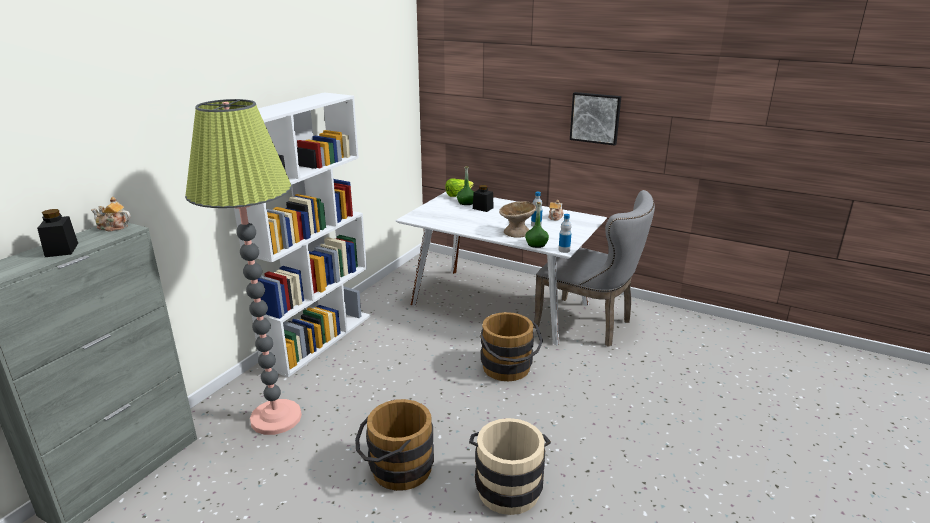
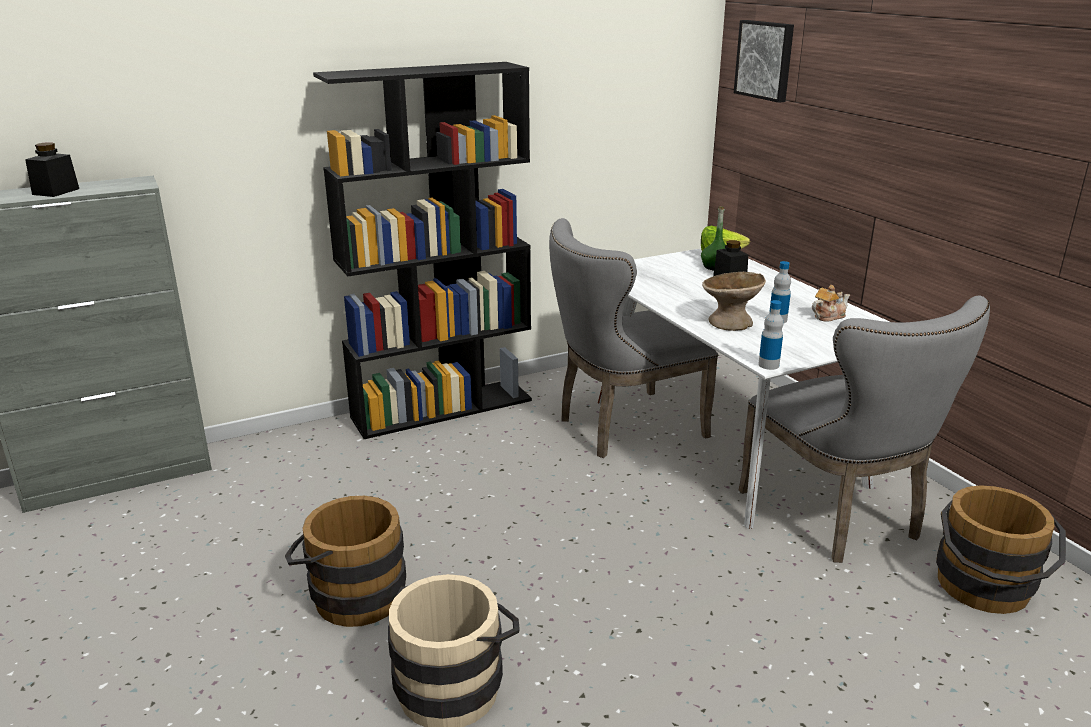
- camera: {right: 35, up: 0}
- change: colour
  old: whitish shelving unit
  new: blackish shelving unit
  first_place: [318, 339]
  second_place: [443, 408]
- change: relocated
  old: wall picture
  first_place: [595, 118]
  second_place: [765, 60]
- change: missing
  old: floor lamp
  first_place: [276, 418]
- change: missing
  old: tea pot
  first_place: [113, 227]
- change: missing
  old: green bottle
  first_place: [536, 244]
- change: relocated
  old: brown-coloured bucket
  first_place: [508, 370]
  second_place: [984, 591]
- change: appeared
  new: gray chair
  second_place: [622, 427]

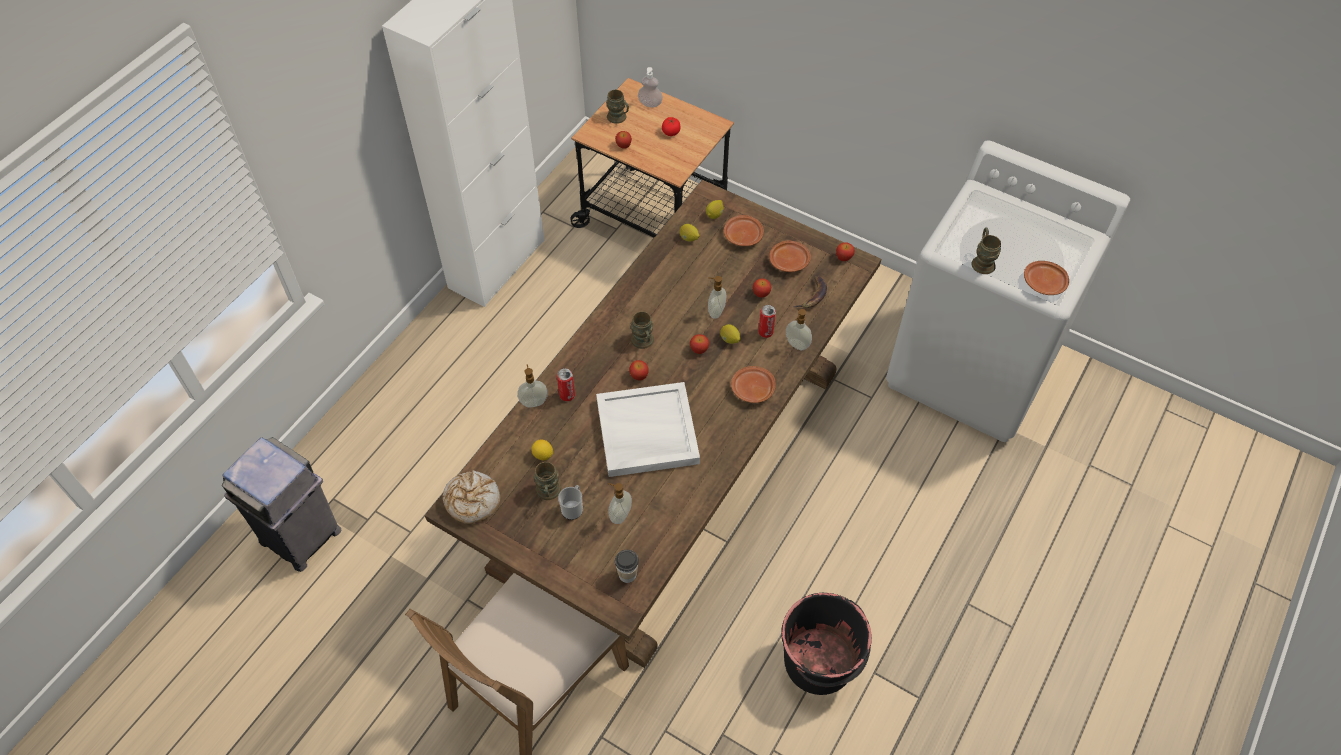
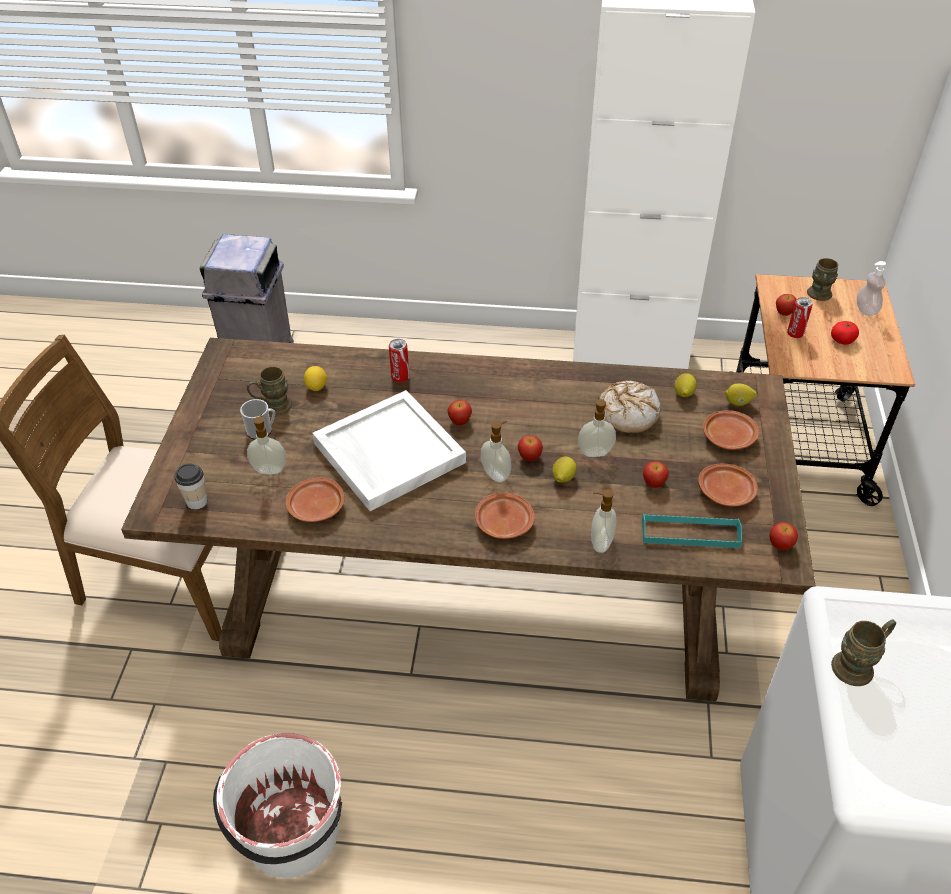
- camera: {right: 65, up: -10}
- change: relocated
  old: brown-coloured dinner plate
  first_place: [1044, 283]
  second_place: [316, 508]
- change: exchanged
  old: whole banana
  new: turquoise serving tray
  first_place: [813, 296]
  second_place: [690, 533]
- change: relocated
  old: sealed can
  first_place: [765, 332]
  second_place: [795, 334]
- change: missing
  old: brown-coloured mug
  first_place: [643, 343]
- change: relocated
  old: soap bottle
  first_place: [534, 402]
  second_place: [496, 474]
- change: relocated
  old: bread
  first_place: [472, 501]
  second_place: [627, 413]
- change: colour
  old: blackish bucket
  new: whitish bucket
  first_place: [820, 662]
  second_place: [292, 834]

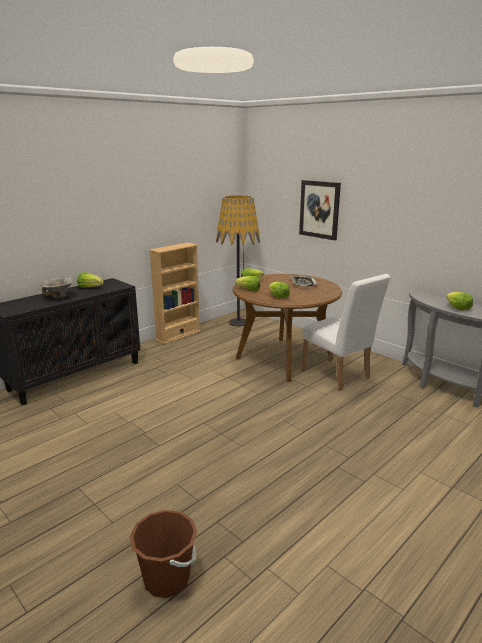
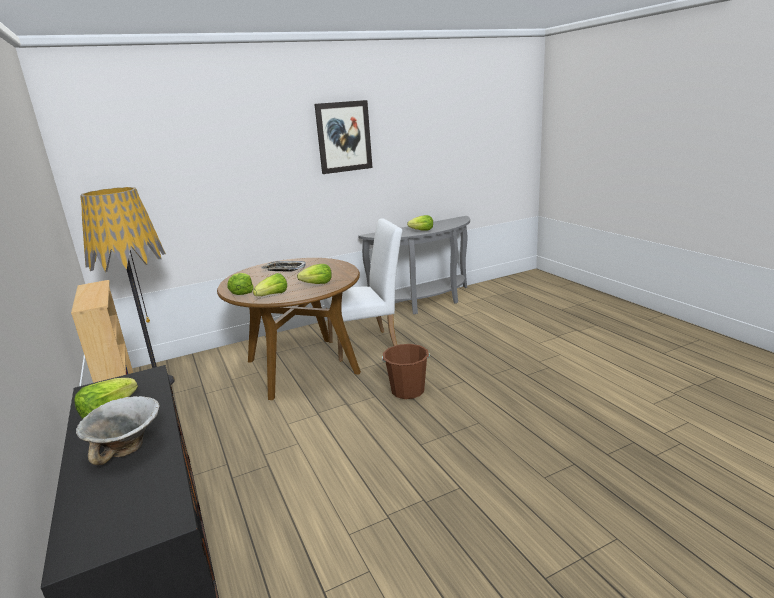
- camera: {right: -70, up: 0}
- change: relocated
  old: wall picture
  first_place: [319, 209]
  second_place: [344, 137]
- change: relocated
  old: brown-coloured bucket
  first_place: [167, 578]
  second_place: [407, 391]

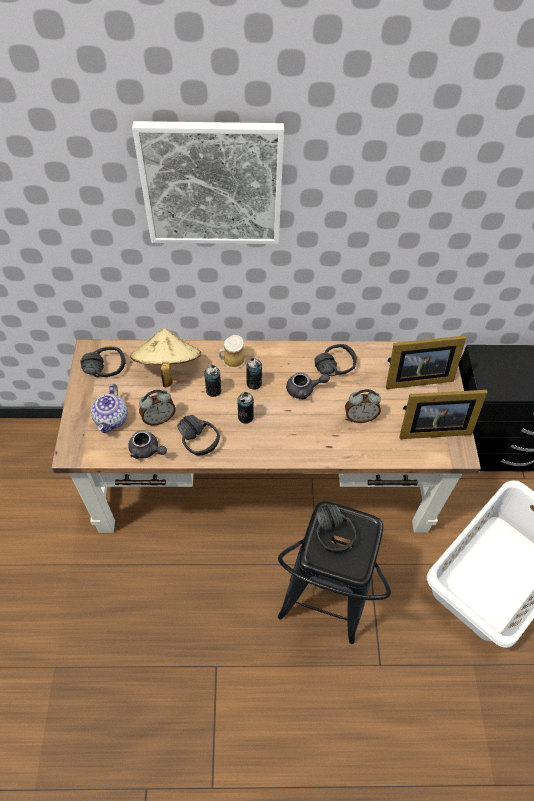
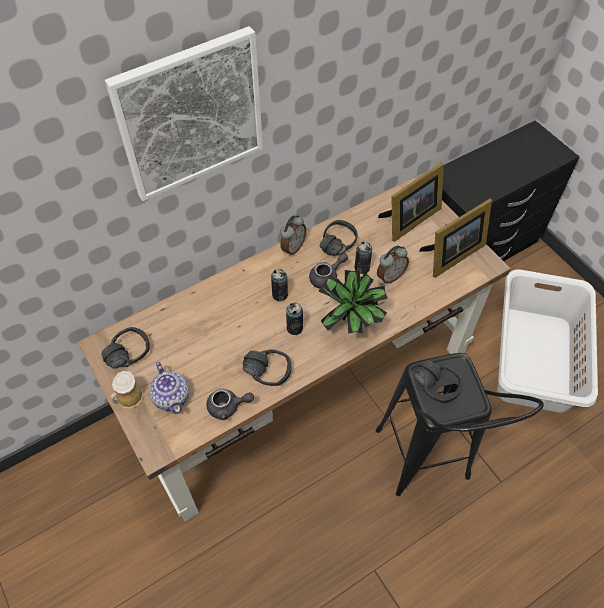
- camera: {right: -30, up: 0}
- change: missing
  old: beige-coloured wearable hat
  first_place: [167, 368]
- change: relocated
  old: mug
  first_place: [232, 360]
  second_place: [128, 398]
- change: relocated
  old: sealed can
  first_place: [213, 390]
  second_place: [362, 268]
- change: relocated
  old: table clock
  first_place: [159, 418]
  second_place: [292, 247]
- change: appeared
  new: potted plant
  second_place: [351, 325]

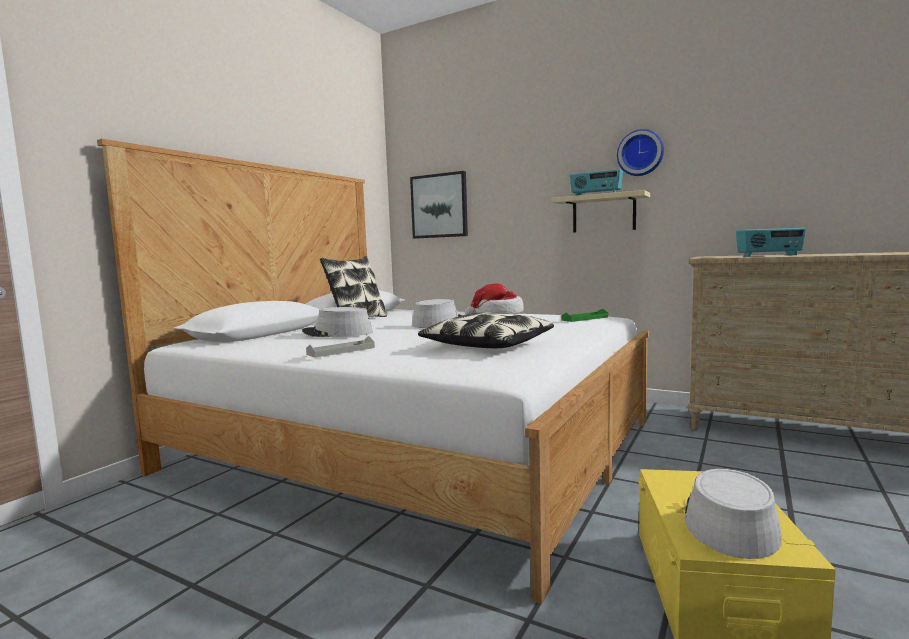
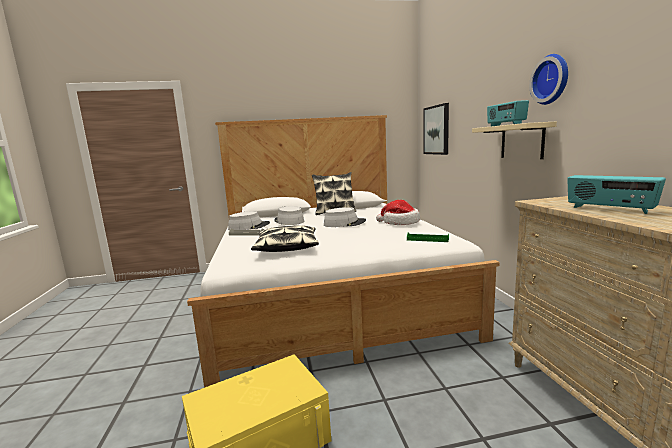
- camera: {right: 50, up: 5}
- change: relocated
  old: gray wearable hat
  first_place: [729, 522]
  second_place: [249, 226]

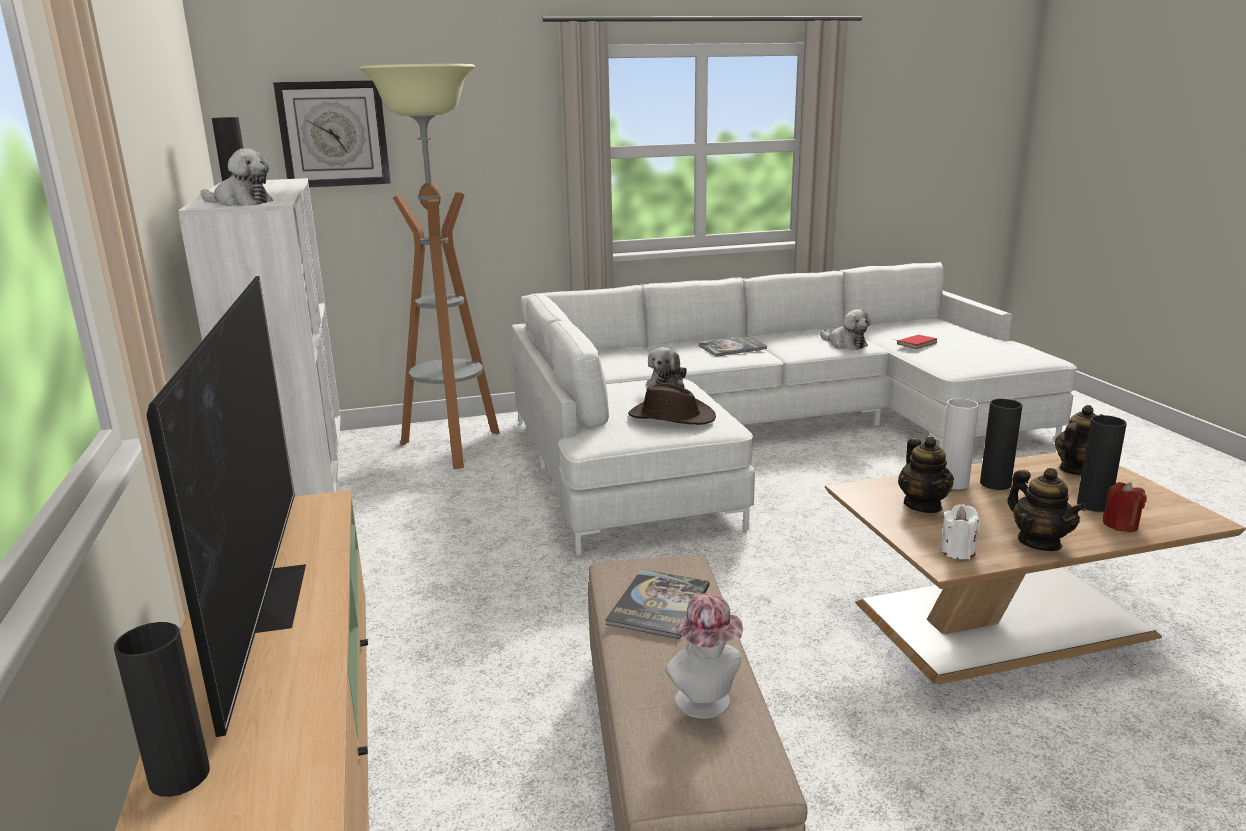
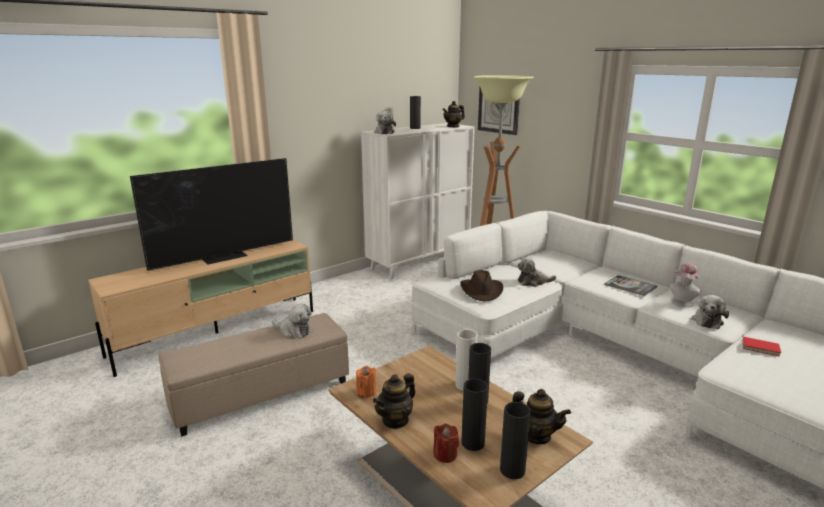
- camera: {right: 65, up: 0}
- change: relocated
  old: tea pot
  first_place: [923, 505]
  second_place: [453, 126]
- change: colour
  old: whitish wax light
  new: orange-coloured wax light
  first_place: [957, 551]
  second_place: [366, 392]
- change: exchanged
  old: volume
  new: soft toy
  first_place: [659, 605]
  second_place: [293, 331]
- change: relocated
  old: wearable hat
  first_place: [707, 705]
  second_place: [682, 304]
- change: relocated
  old: blackish flower vase
  first_place: [180, 776]
  second_place: [512, 470]

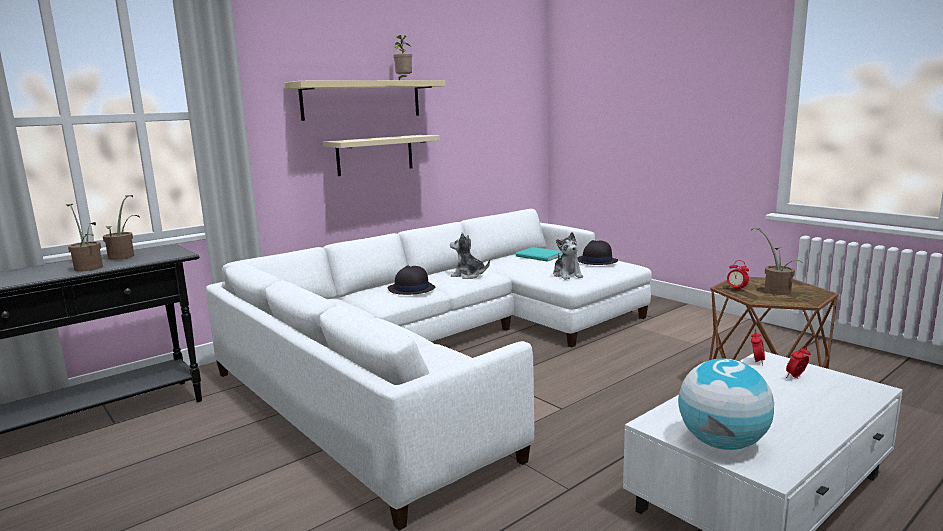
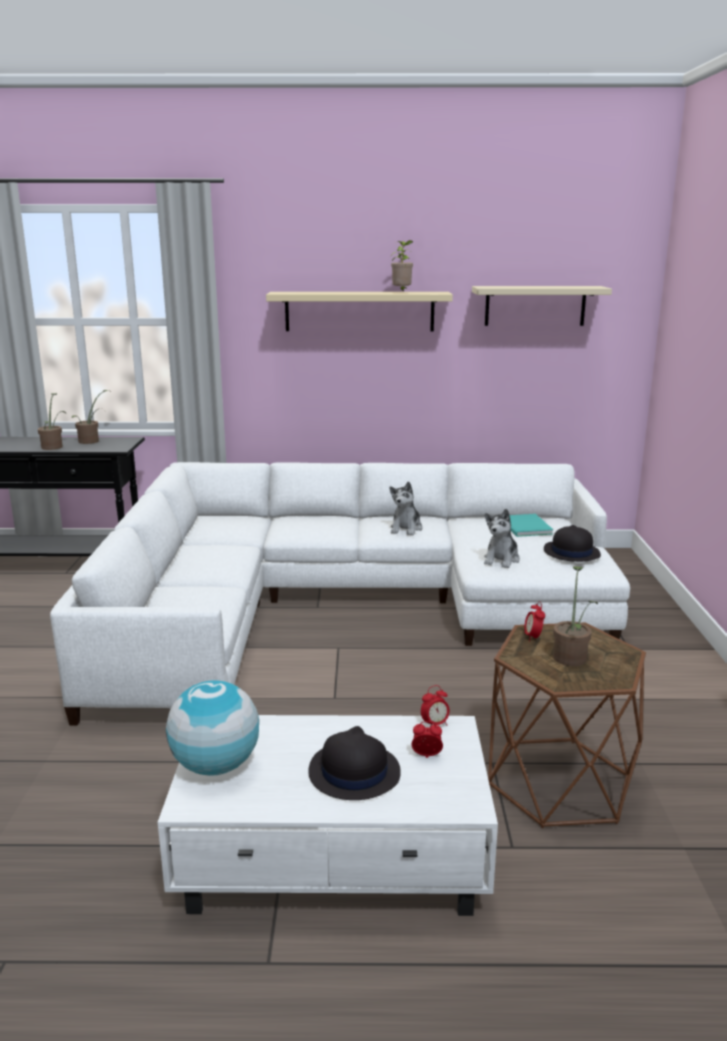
- camera: {right: 40, up: 5}
- change: relocated
  old: beige-coloured shelf
  first_place: [375, 155]
  second_place: [535, 305]
- change: spun
  old: soft toy
  first_place: [468, 275]
  second_place: [406, 528]
  degrees: -135
- change: relocated
  old: blackish wearable hat
  first_place: [411, 289]
  second_place: [353, 772]

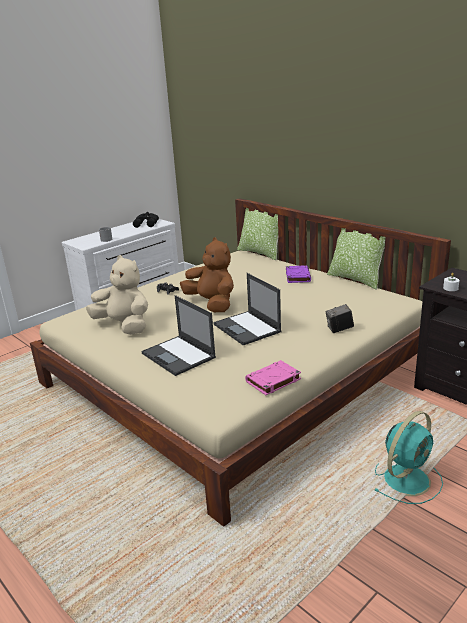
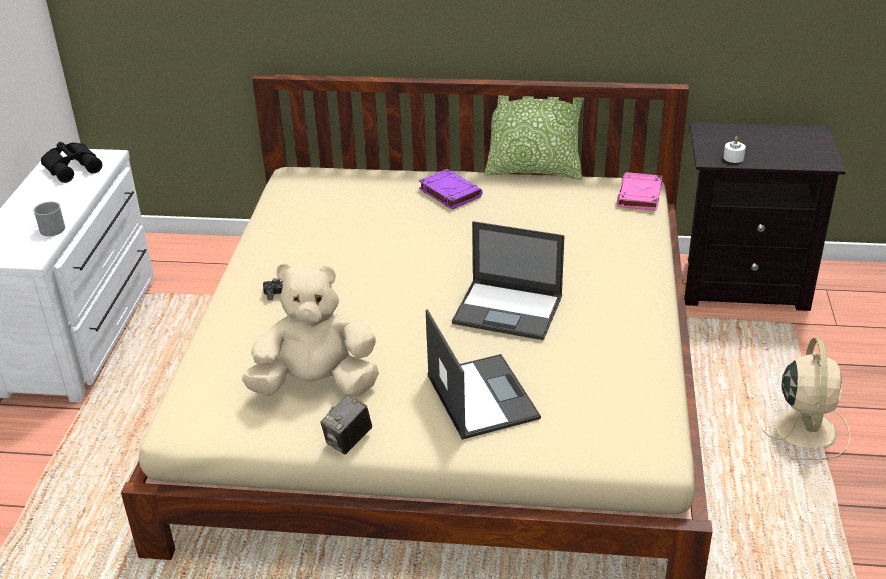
- camera: {right: -40, up: 10}
- change: missing
  old: pillow
  first_place: [261, 253]
- change: missing
  old: brown-coloured soft toy
  first_place: [212, 304]
- change: spun
  old: portable computer
  first_place: [179, 355]
  second_place: [481, 396]
  degrees: -120
- change: relocated
  old: photo camera
  first_place: [339, 329]
  second_place: [348, 441]
- change: relocated
  old: pink volume
  first_place: [273, 381]
  second_place: [639, 196]
- change: colour
  old: turquoise electric fan
  new: beige-coloured electric fan
  first_place: [407, 478]
  second_place: [803, 427]

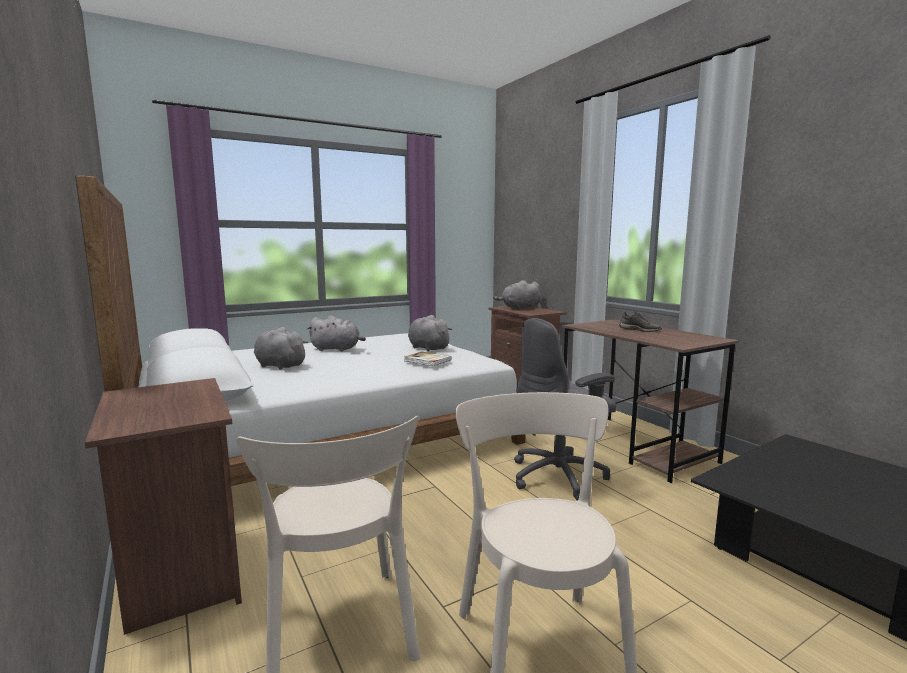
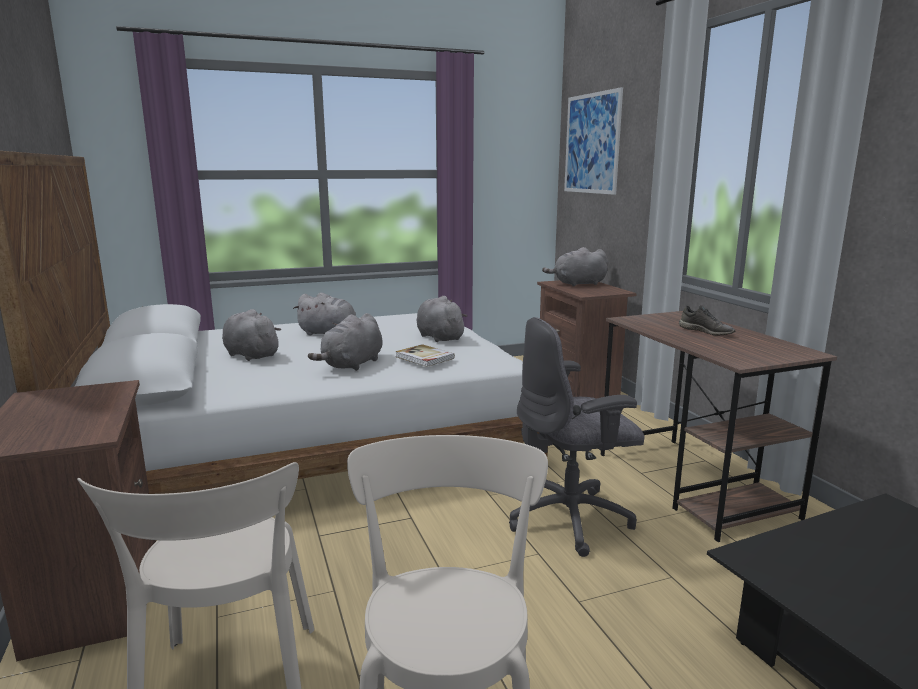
- camera: {right: 10, up: 5}
- change: appeared
  new: wall picture
  second_place: [592, 143]
- change: appeared
  new: gray soft toy
  second_place: [352, 365]

